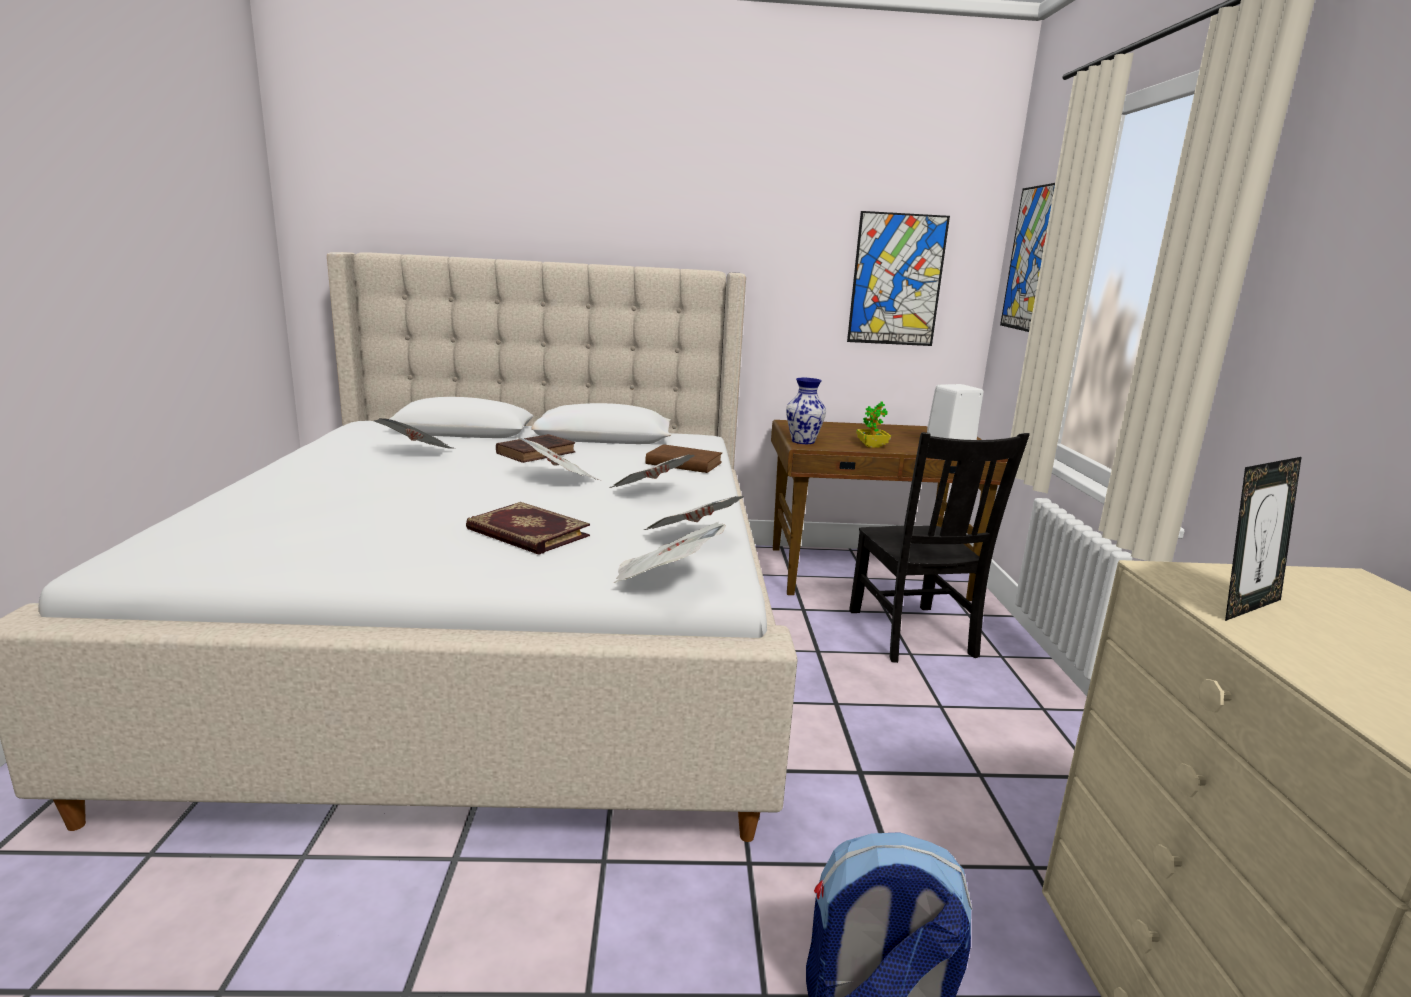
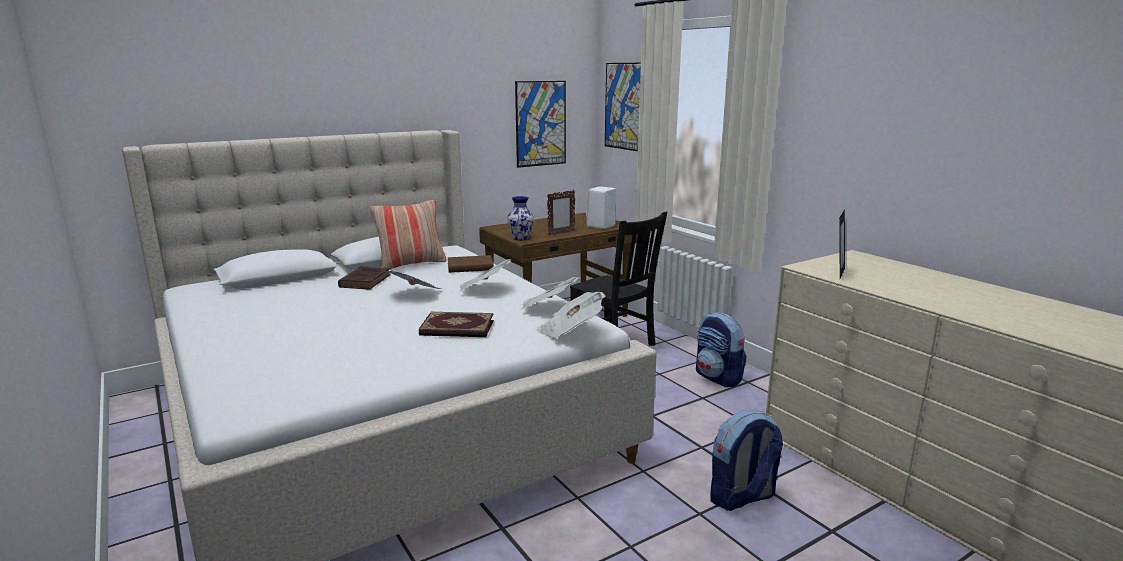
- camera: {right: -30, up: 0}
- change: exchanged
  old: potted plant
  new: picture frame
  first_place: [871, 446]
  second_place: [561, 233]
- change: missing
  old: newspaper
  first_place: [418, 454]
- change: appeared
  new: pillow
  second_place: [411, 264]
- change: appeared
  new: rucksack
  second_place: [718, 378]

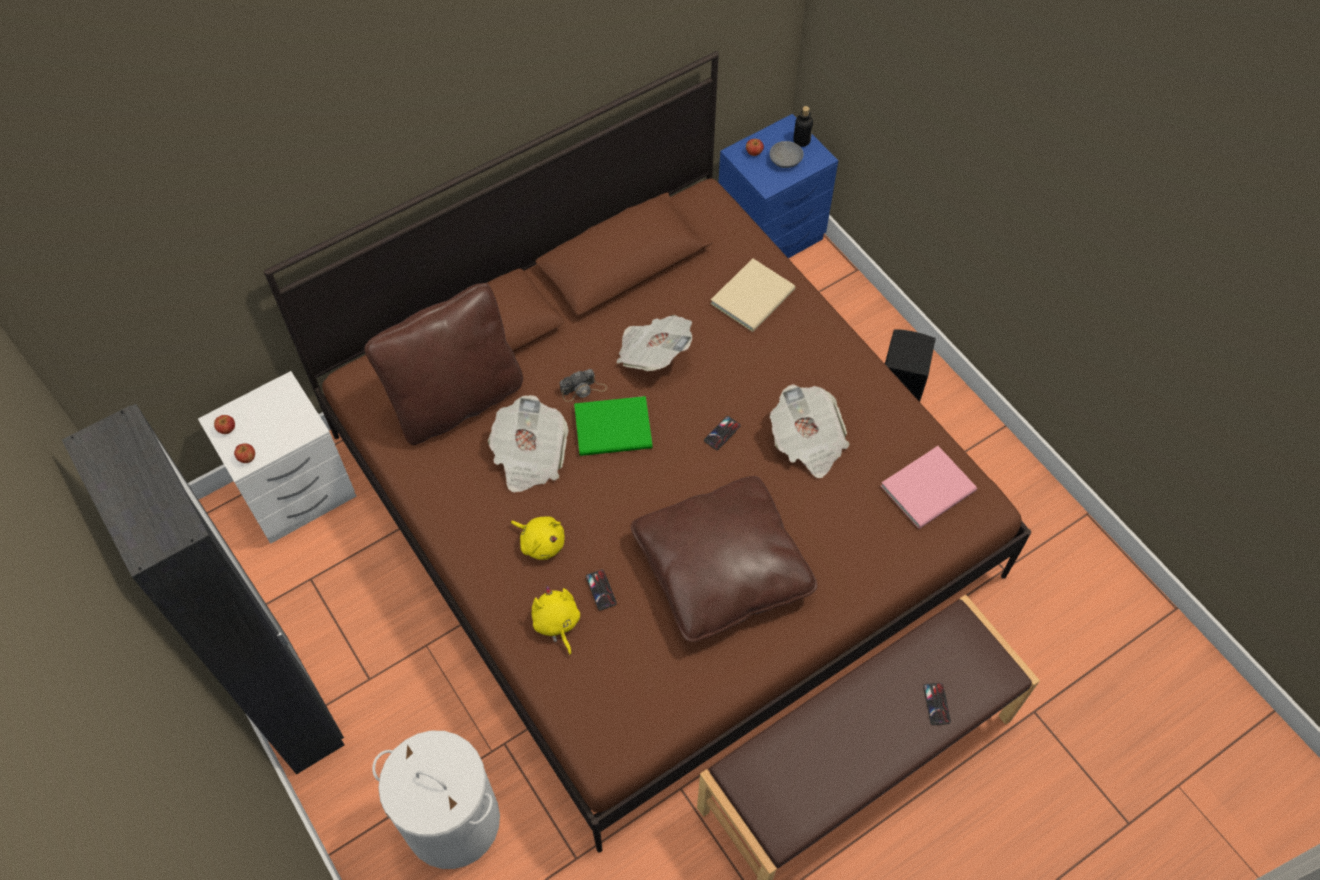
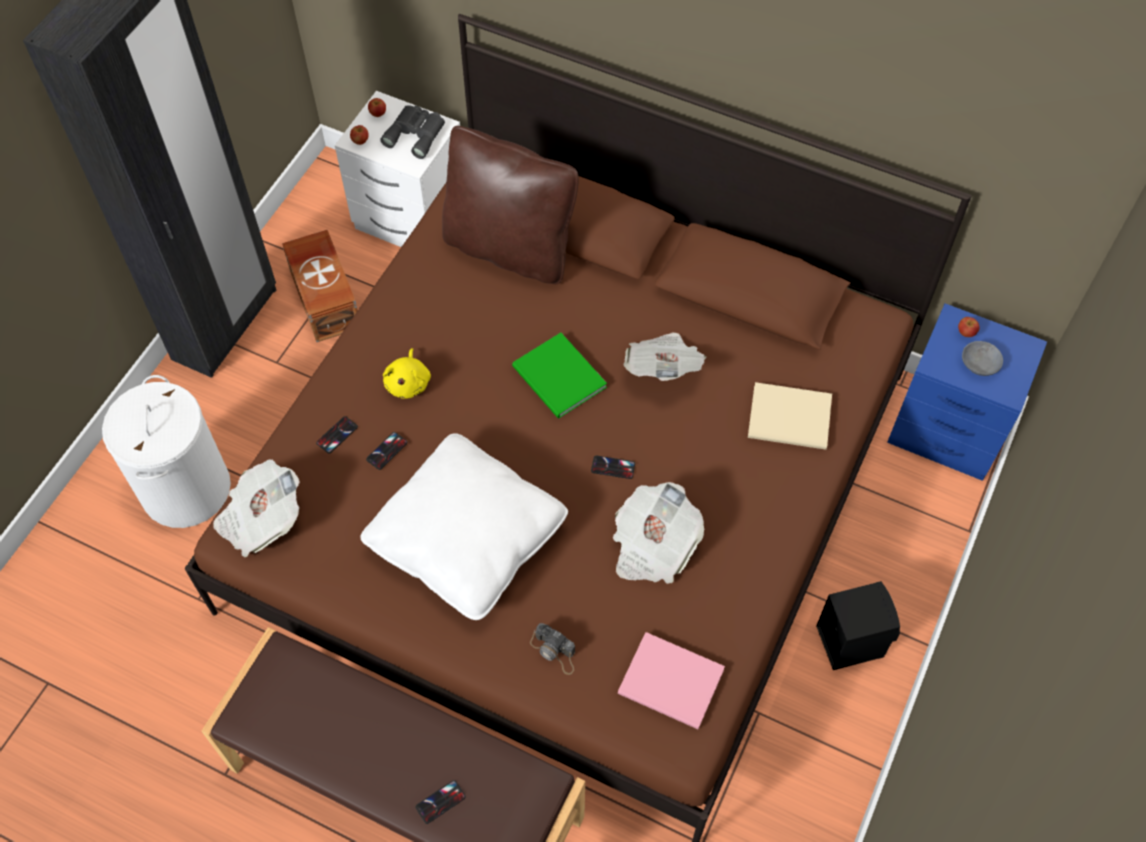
- camera: {right: 60, up: 0}
- change: missing
  old: bottle
  first_place: [801, 141]
- change: relocated
  old: photo camera
  first_place: [583, 389]
  second_place: [554, 651]
- change: relocated
  old: newspaper
  first_place: [529, 457]
  second_place: [261, 519]
- change: colour
  old: brown-coloured pillow
  new: whitish pillow
  first_place: [722, 569]
  second_place: [467, 538]
- change: exchanged
  old: yellowish soft toy
  new: telephone
  first_place: [556, 623]
  second_place: [337, 435]
- change: appeared
  new: gray pair of binoculars
  second_place: [416, 133]
- change: appeared
  new: brown-coloured storage container
  second_place: [326, 297]

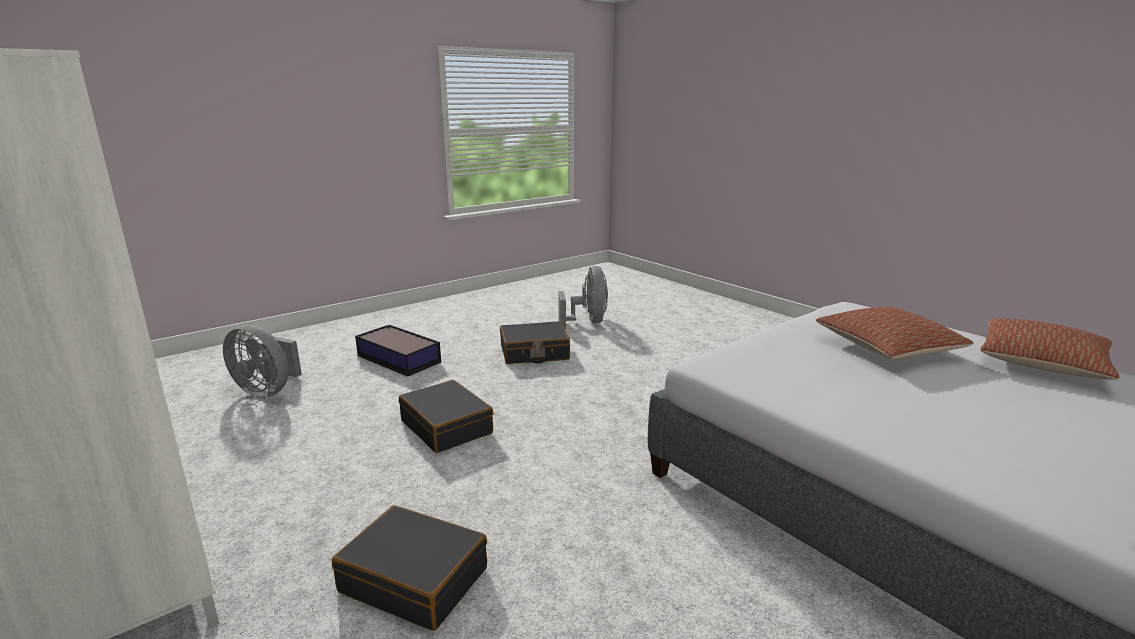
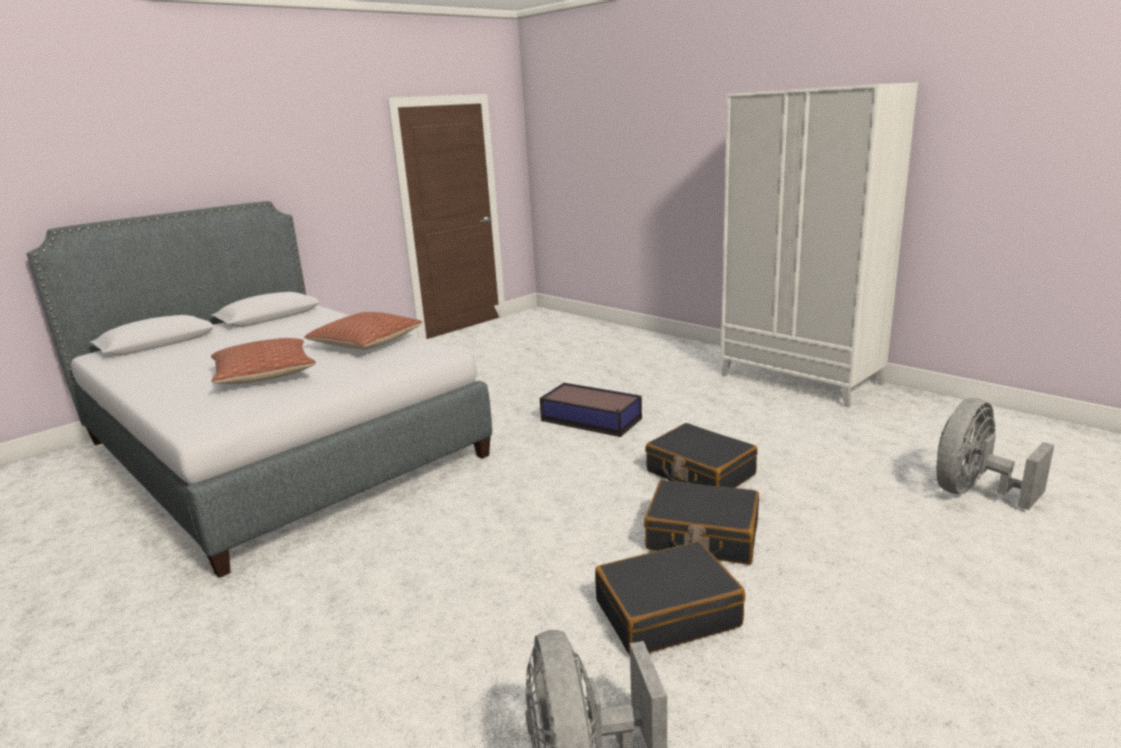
- camera: {right: 175, up: 0}
- change: relocated
  old: pillow
  first_place: [1041, 363]
  second_place: [366, 343]
- change: spun
  old: gray electric fan
  first_place: [268, 391]
  second_place: [974, 492]
  degrees: -60
- change: relocated
  old: storage container
  first_place: [398, 358]
  second_place: [592, 420]
- change: relocated
  old: blackish travel case
  first_place: [415, 579]
  second_place: [702, 536]

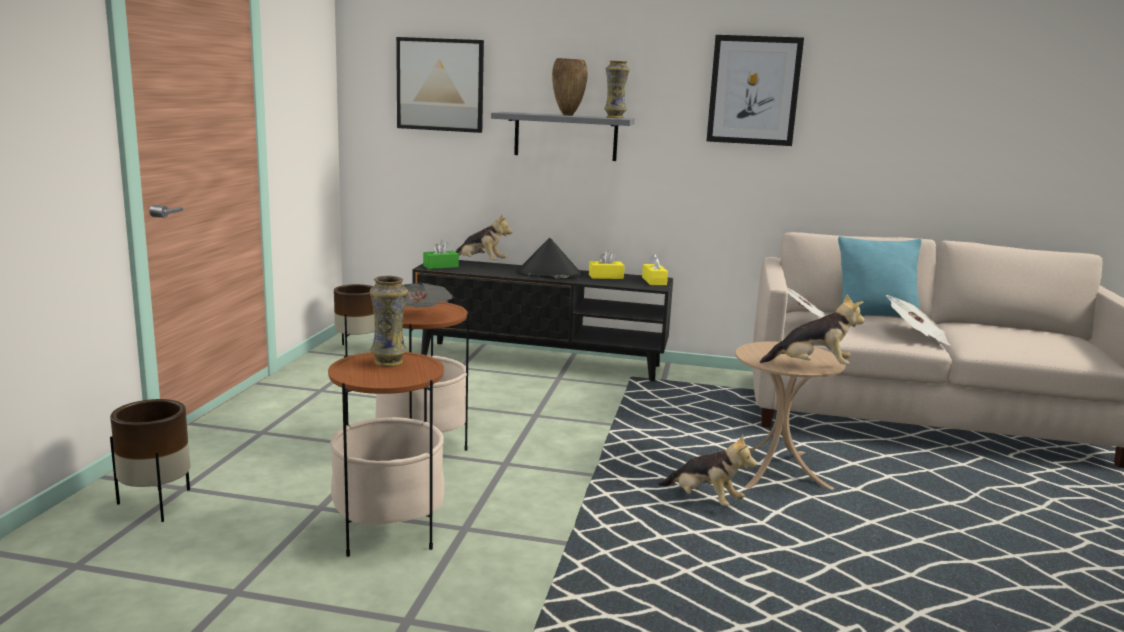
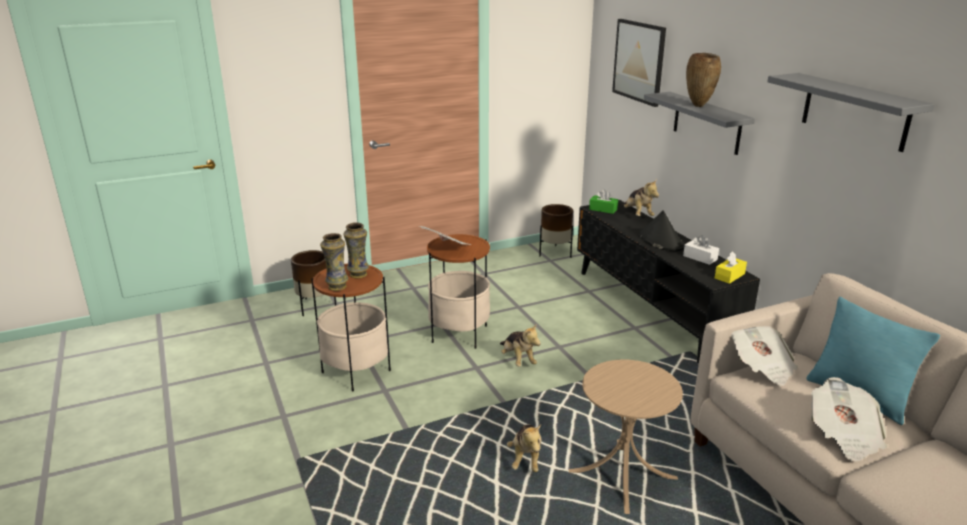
- camera: {right: 55, up: 10}
- change: exchanged
  old: wall picture
  new: gray shelf
  first_place: [753, 90]
  second_place: [855, 111]
- change: relocated
  old: flower vase
  first_place: [614, 117]
  second_place: [336, 287]
- change: colour
  old: yellowish tissue holder
  new: whitish tissue holder
  first_place: [606, 277]
  second_place: [700, 258]
- change: relocated
  old: soft toy
  first_place: [812, 367]
  second_place: [518, 360]

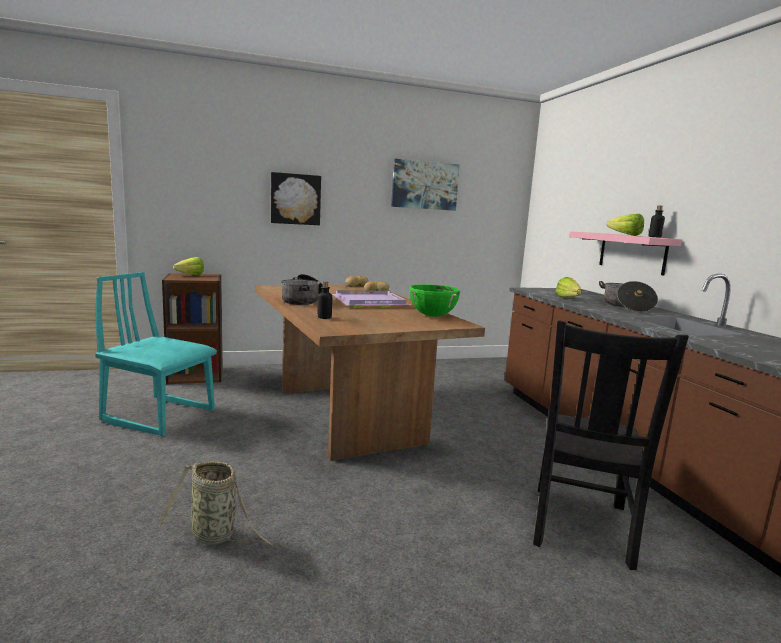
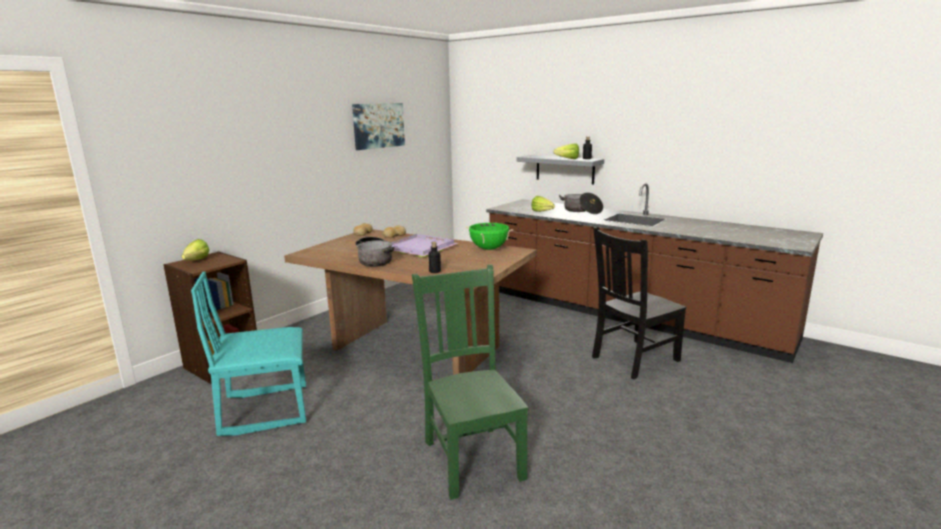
- camera: {right: -35, up: 5}
- change: missing
  old: wall picture
  first_place: [295, 199]
- change: colour
  old: pink shelf
  new: gray shelf
  first_place: [632, 252]
  second_place: [565, 169]
- change: spun
  old: blackish chair
  first_place: [580, 527]
  second_place: [633, 359]
  degrees: 75
- change: exchanged
  old: basket
  new: green chair
  first_place: [216, 536]
  second_place: [472, 457]

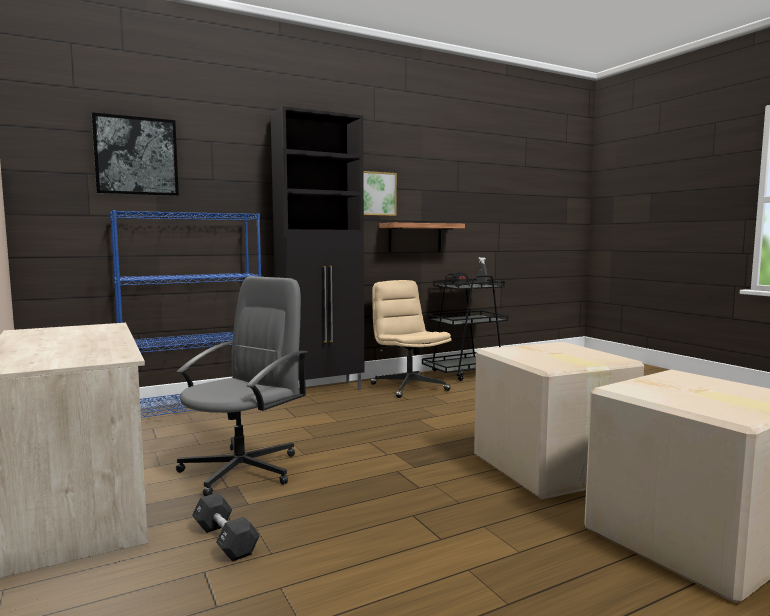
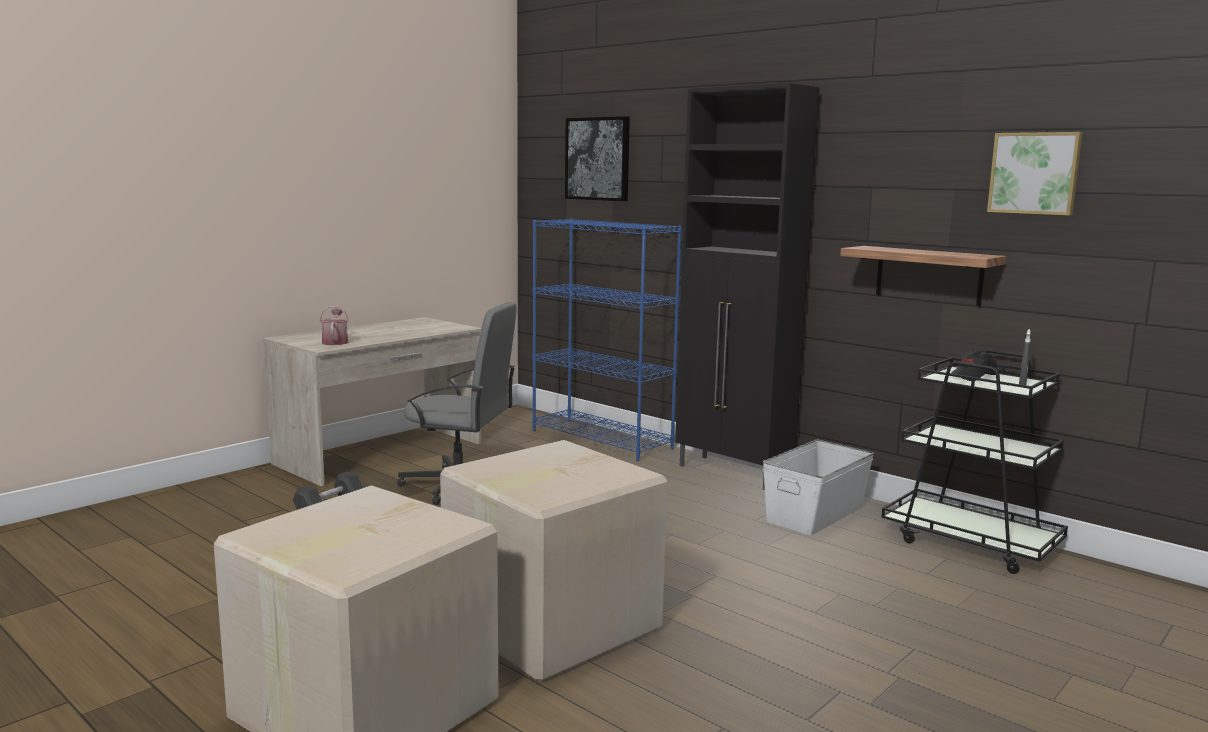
- camera: {right: 70, up: 5}
- change: relocated
  old: wall picture
  first_place: [375, 194]
  second_place: [1034, 173]
- change: exchanged
  old: beige-coloured computer chair
  new: whitish storage container
  first_place: [408, 387]
  second_place: [816, 514]
- change: appeared
  new: sprinkling can
  second_place: [335, 342]

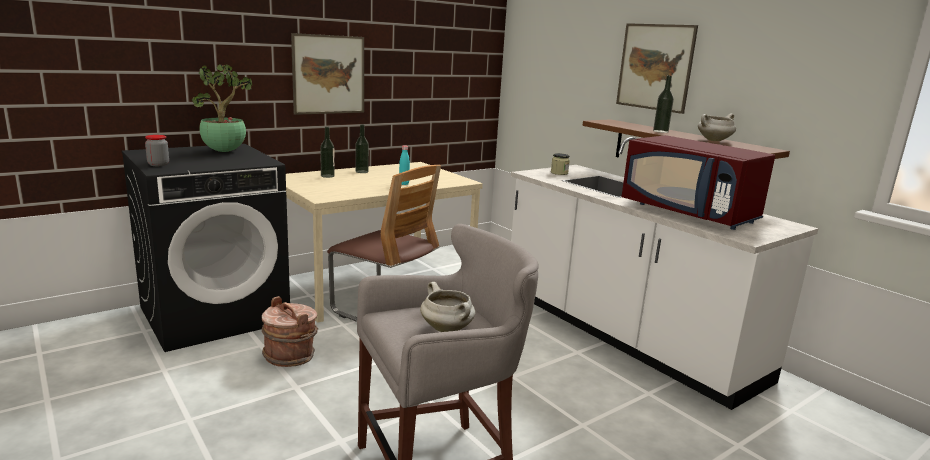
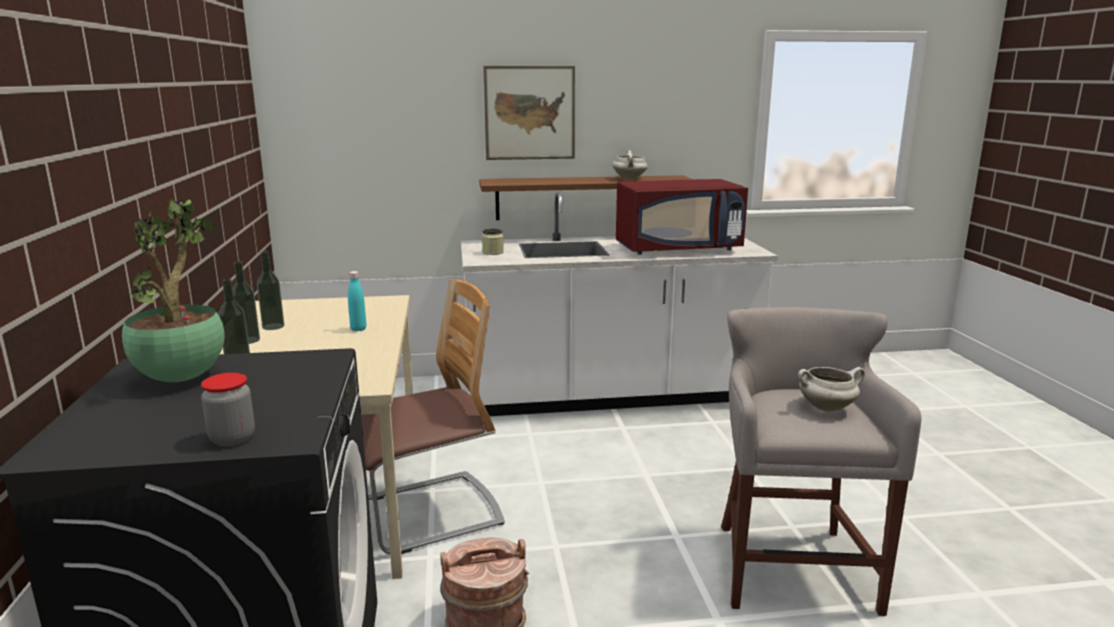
- camera: {right: -60, up: 0}
- change: missing
  old: wall picture
  first_place: [329, 74]
- change: relocated
  old: bottle
  first_place: [660, 131]
  second_place: [273, 326]

